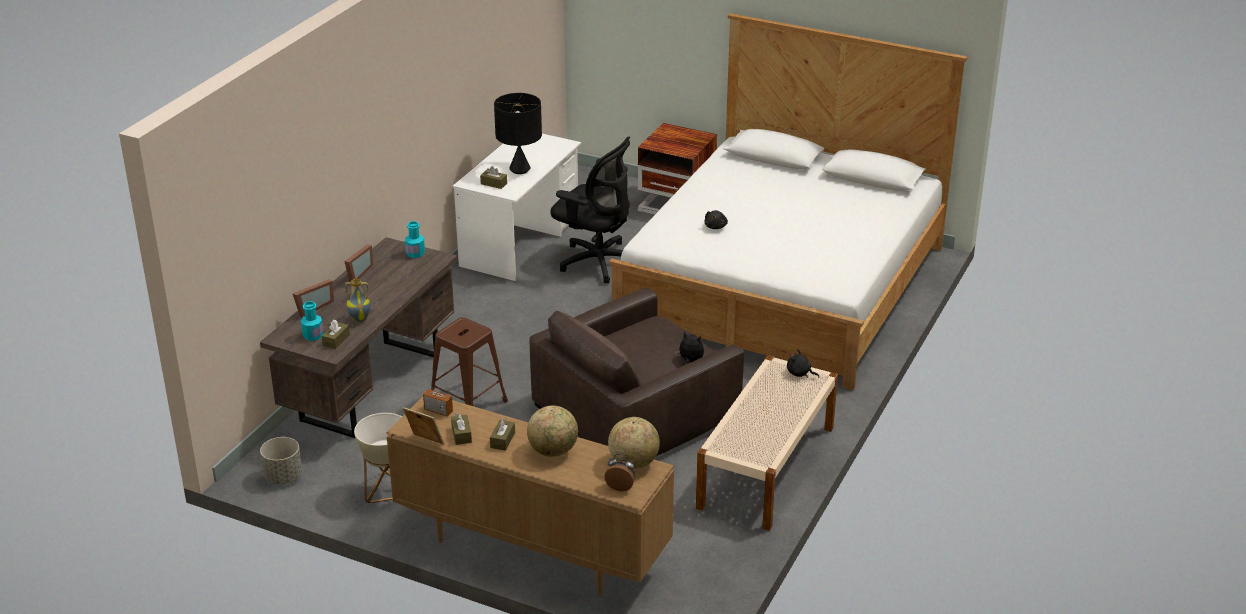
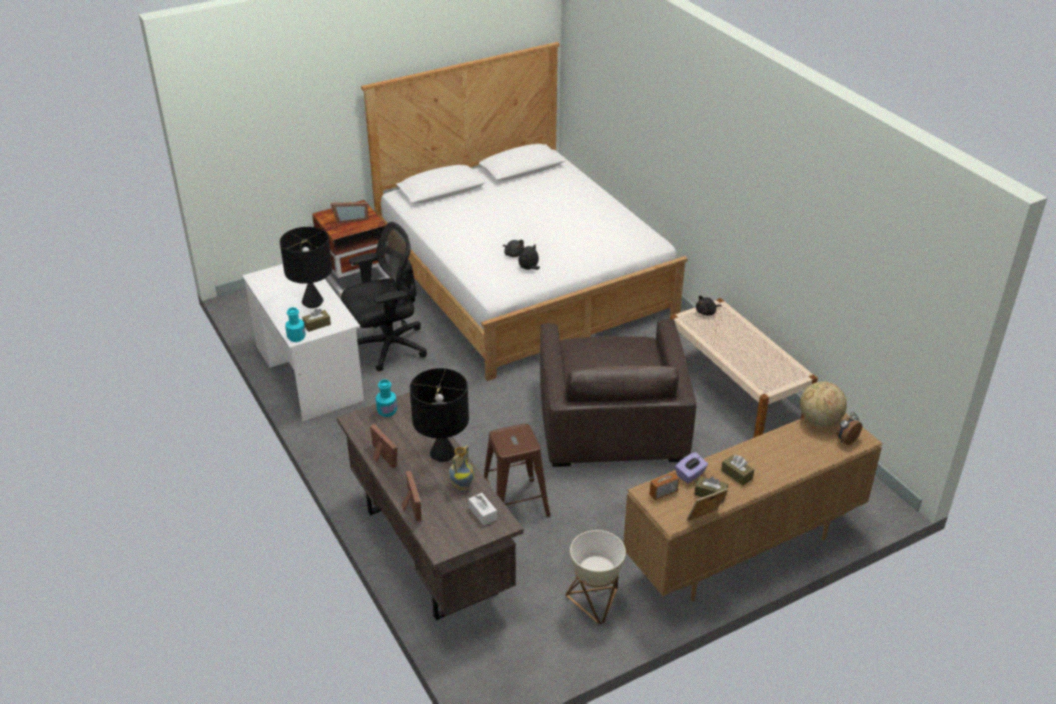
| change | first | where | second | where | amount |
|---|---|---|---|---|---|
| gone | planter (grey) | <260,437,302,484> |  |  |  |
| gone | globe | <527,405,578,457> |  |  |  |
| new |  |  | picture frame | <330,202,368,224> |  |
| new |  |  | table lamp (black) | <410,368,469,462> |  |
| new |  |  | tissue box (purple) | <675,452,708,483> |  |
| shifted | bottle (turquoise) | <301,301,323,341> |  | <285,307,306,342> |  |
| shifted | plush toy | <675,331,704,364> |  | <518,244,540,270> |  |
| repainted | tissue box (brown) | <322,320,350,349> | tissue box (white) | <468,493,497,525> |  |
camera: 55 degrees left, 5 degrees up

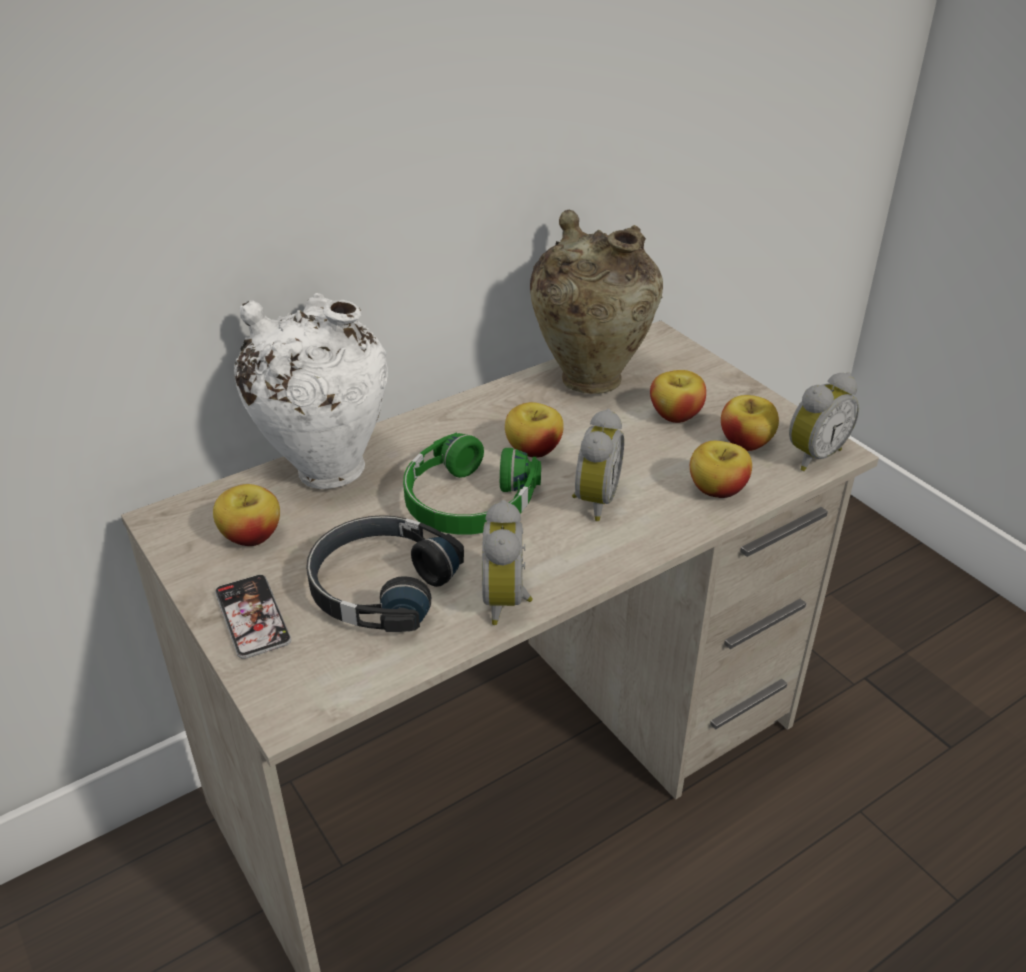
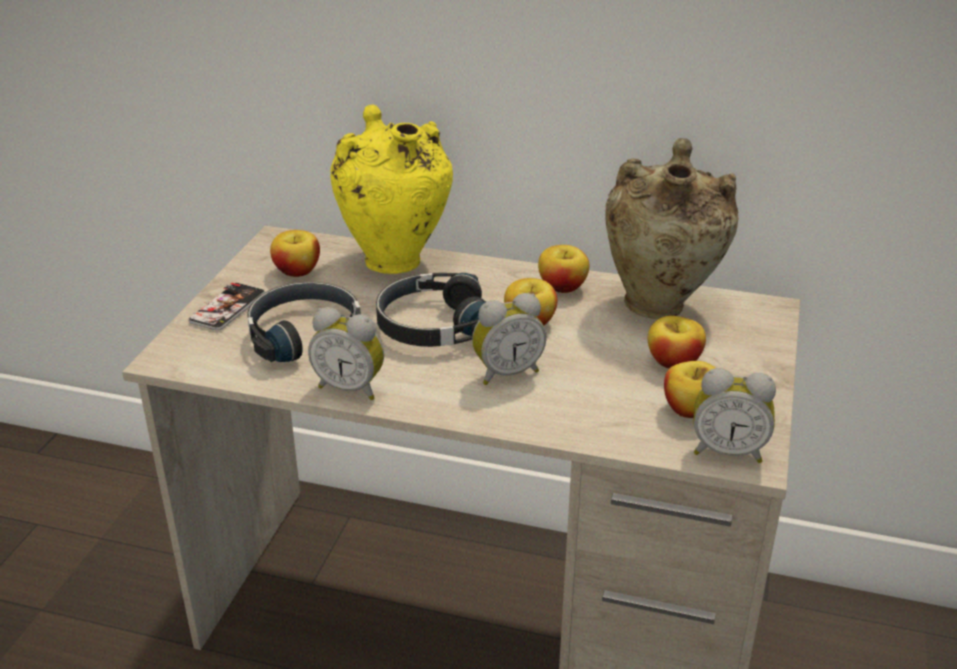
| change | first | where | second | where | amount |
|---|---|---|---|---|---|
| shifted | apple | <690,441,752,498> |  | <538,245,589,293> |  |
| repainted | vase (white) | <234,293,388,489> | vase (yellow) | <330,104,453,274> |  |
| repainted | headphones (green) | <403,433,541,535> | headphones (black) | <376,273,486,347> |  |
| rotated | alarm clock | <482,500,533,625> |  | <308,307,384,400> | 120 degrees counterclockwise |
camera: 50 degrees right, 5 degrees down

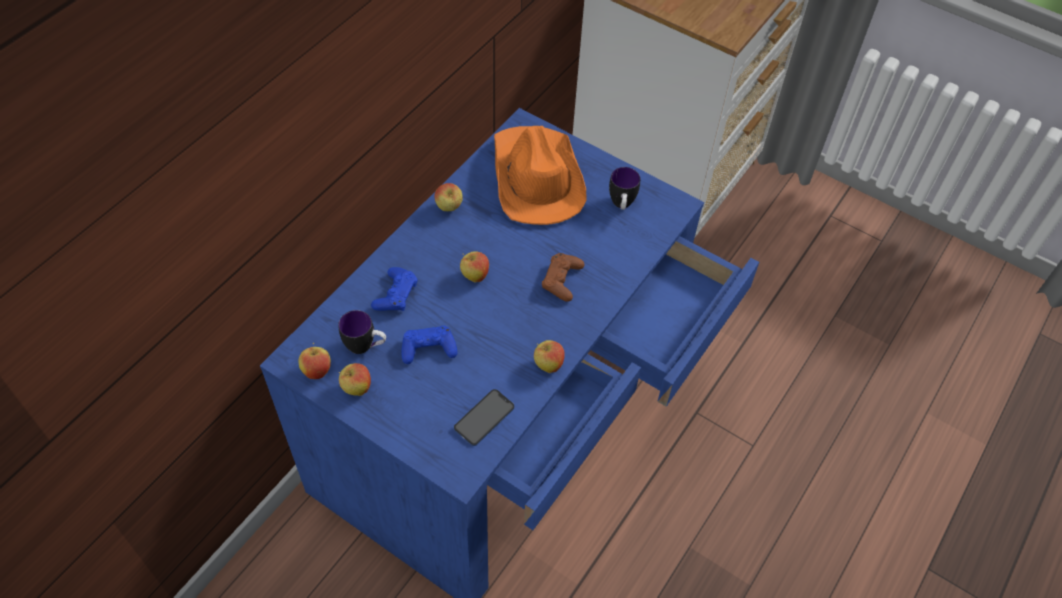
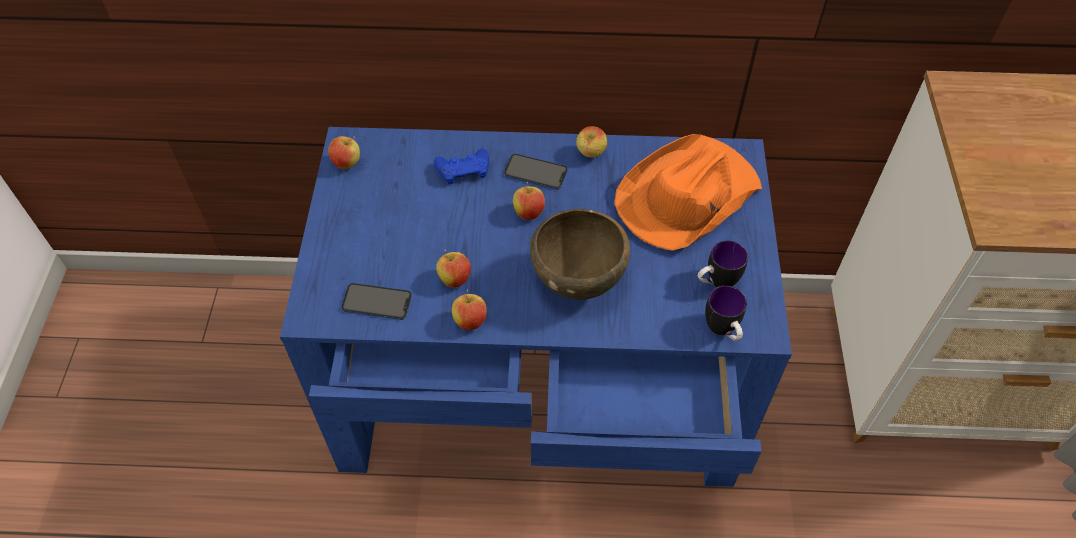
| change | first | where | second | where | amount |
|---|---|---|---|---|---|
| gone | game controller (blue) | <402,326,458,364> |  |  |  |
| new |  |  | phone | <504,154,568,190> |  |
| shifted | mug | <338,310,386,354> |  | <705,286,747,341> |  |
| shifted | apple | <339,363,371,396> |  | <436,250,471,288> |  |
| swapped | game controller (brown) | <542,253,585,302> | bowl (brown) | <530,209,630,300> |  |
camera: 60 degrees right, 0 degrees up

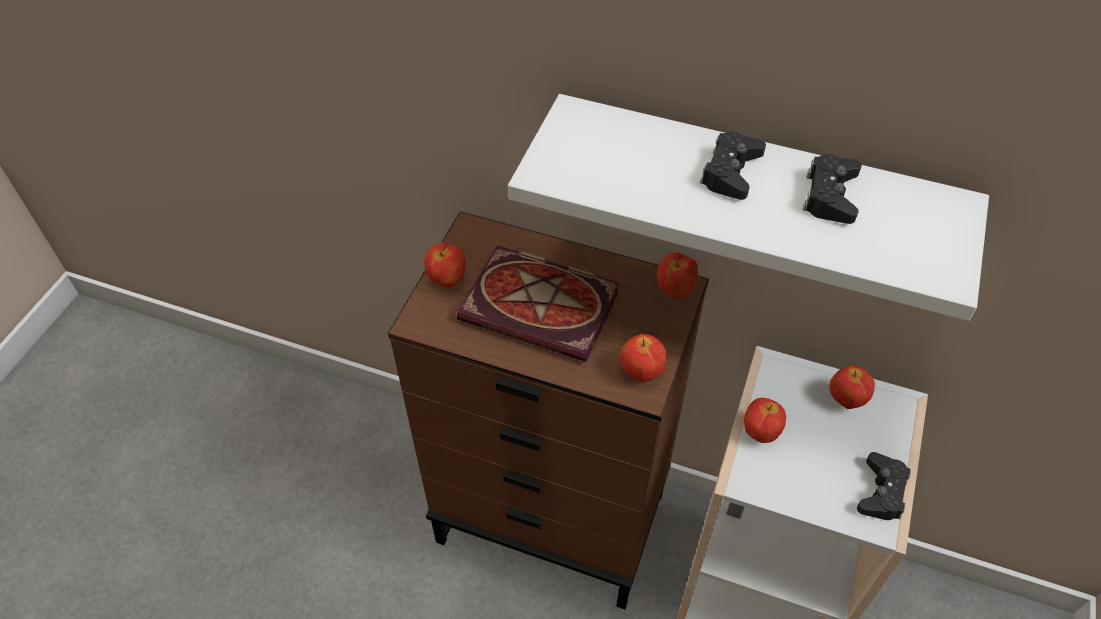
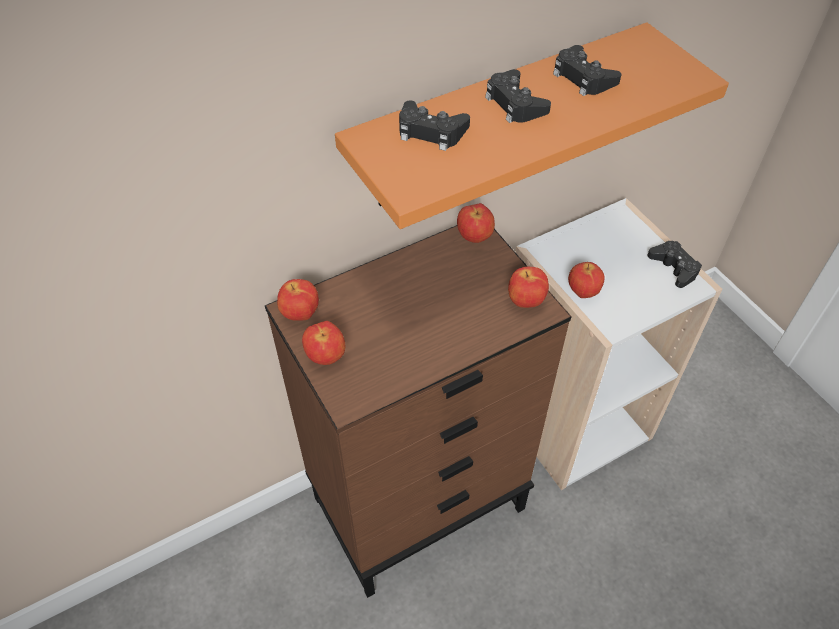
| change | first | where | second | where | amount |
|---|---|---|---|---|---|
| gone | book | <457,245,620,362> |  |  |  |
| new |  |  | game controller (black) | <399,100,470,151> |  |
| shifted | apple | <830,366,875,409> |  | <277,279,319,321> |  |
| repainted | shelf (white) | <508,94,989,321> | shelf (orange) | <335,22,729,229> |  |
camera: 50 degrees left, 0 degrees up

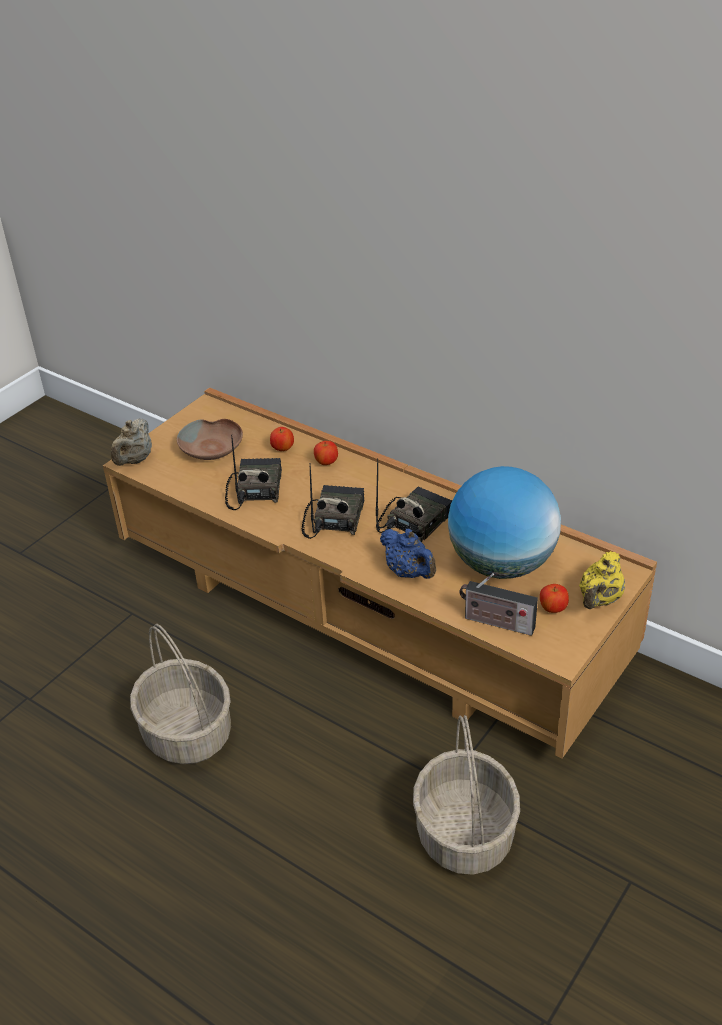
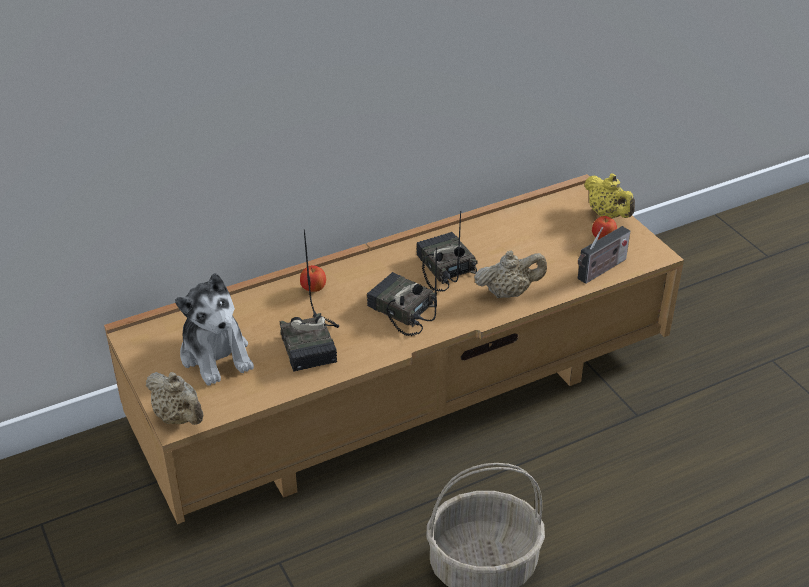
| change | first | where | second | where | amount |
|---|---|---|---|---|---|
| gone | apple | <270,427,294,451> |  |  |  |
| gone | basket | <413,715,520,875> |  |  |  |
| gone | globe | <448,466,561,579> |  |  |  |
| swapped | bowl (brown) | <177,419,243,460> | plush toy | <175,273,254,386> |  |
| repainted | teapot (blue) | <380,529,436,579> | teapot (beige) | <474,250,547,298> |  |
| rotated | radio | <225,435,282,510> |  | <280,229,339,371> | 135 degrees counterclockwise |
camera: 65 degrees left, 0 degrees up

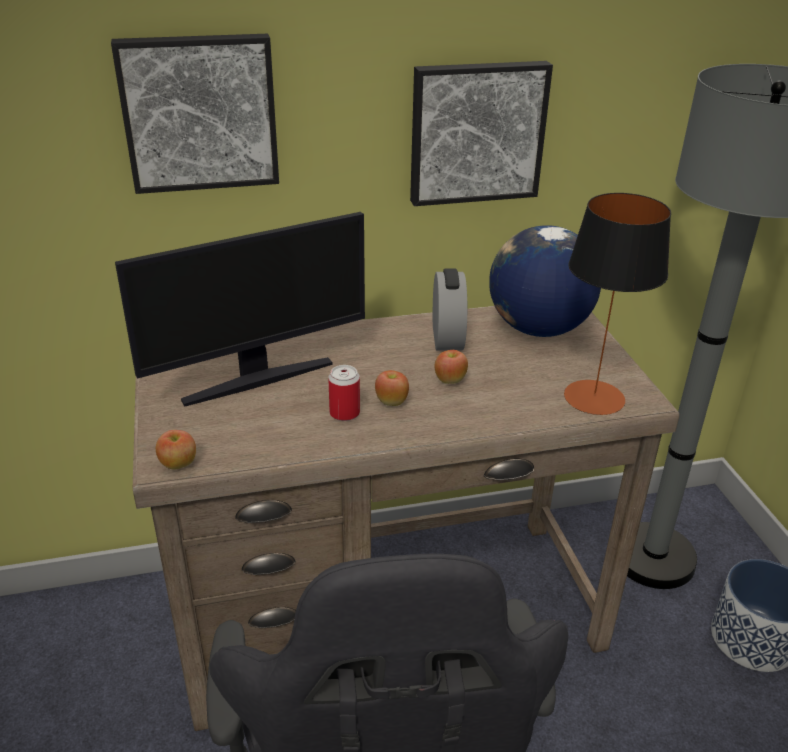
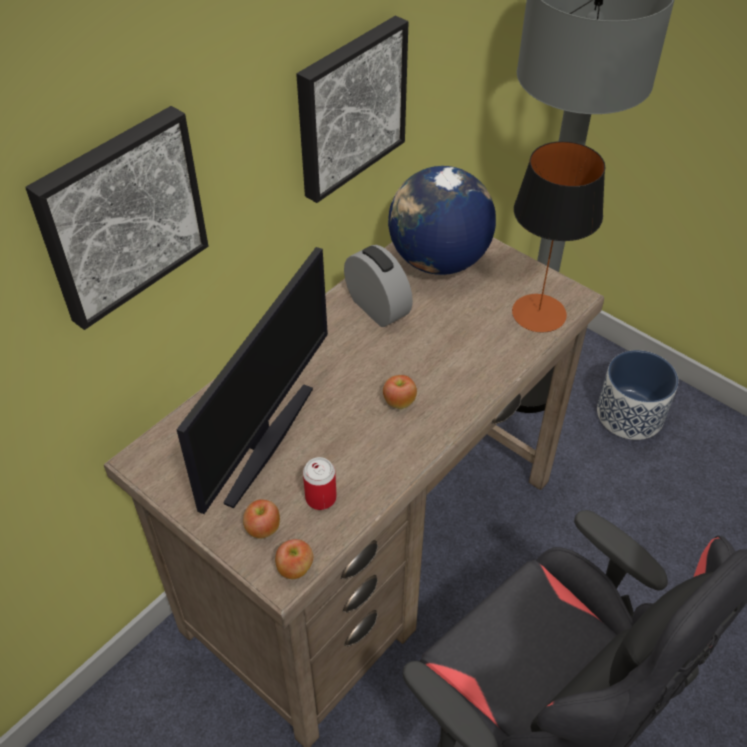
| change | first | where | second | where | amount |
|---|---|---|---|---|---|
| shifted | can | <328,365,360,421> |  | <303,457,337,510> |  |
| shifted | apple | <435,350,468,384> |  | <243,499,280,539> |  |
camera: 35 degrees left, 15 degrees up

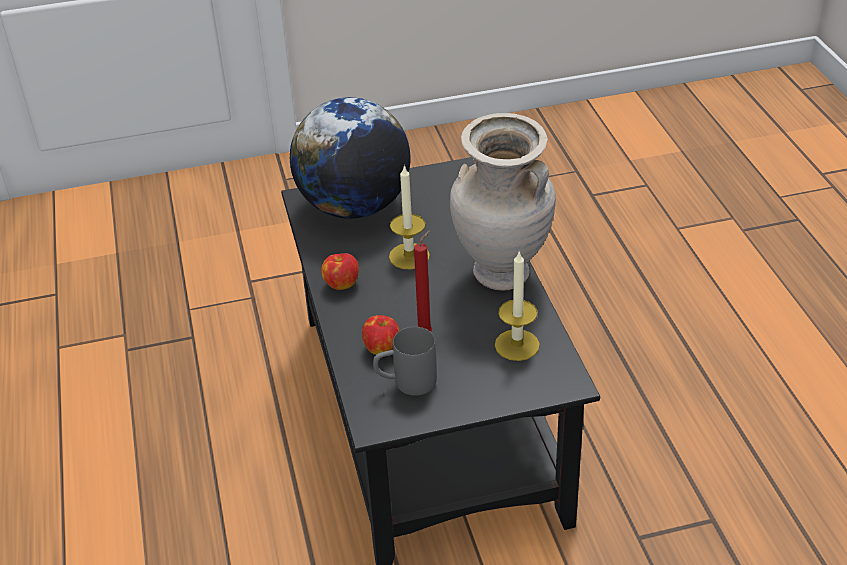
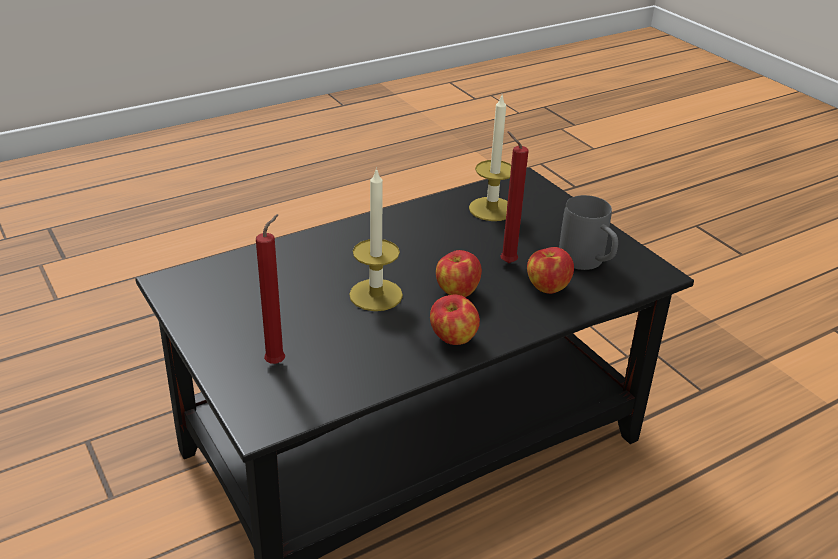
| change | first | where | second | where | amount |
|---|---|---|---|---|---|
| gone | vase (beige) | <450,113,556,290> |  |  |  |
| new |  |  | apple | <436,250,482,297> |  |
| swapped | globe | <290,97,410,219> | candle (red) | <256,214,285,364> |  |
camera: 110 degrees left, 5 degrees down

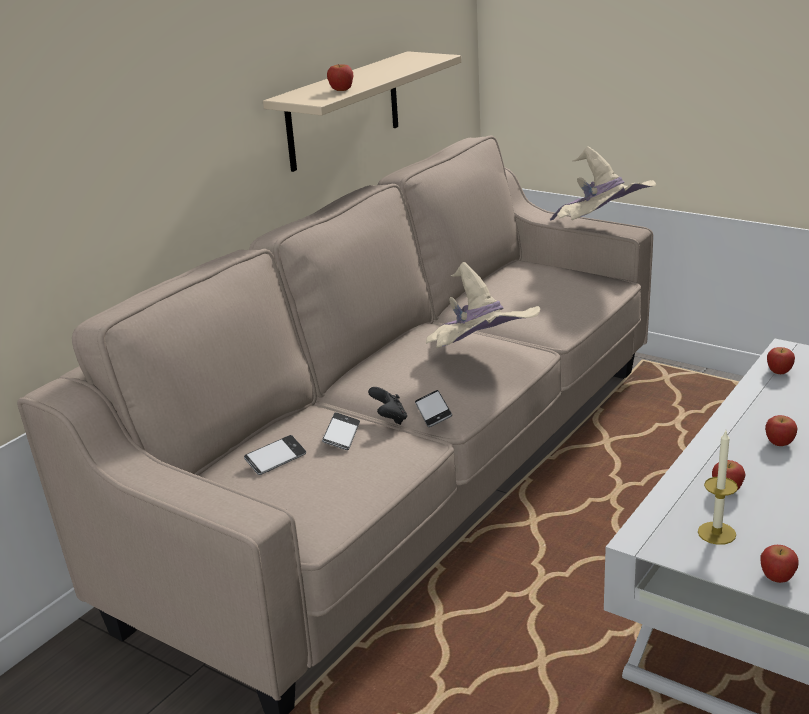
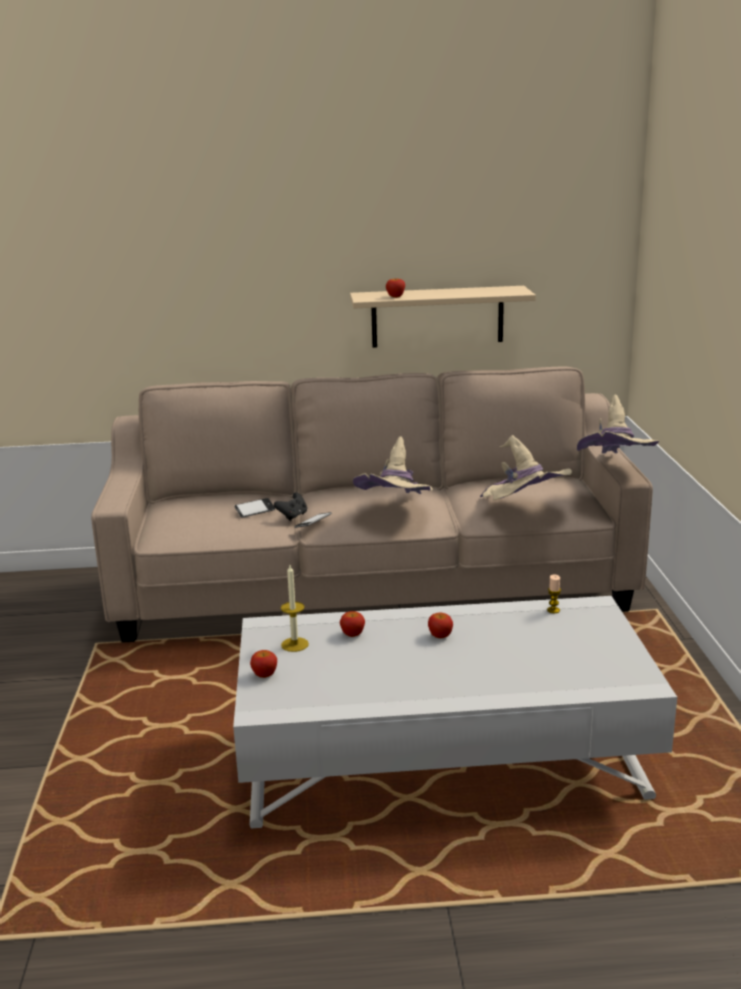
| change | first | where | second | where | amount |
|---|---|---|---|---|---|
| gone | phone | <244,435,306,475> |  |  |  |
| new |  |  | hat (beige) | <480,435,572,500> |  |
| swapped | apple | <767,347,795,374> | candle | <547,575,561,613> |  |
camera: 50 degrees right, 5 degrees down

